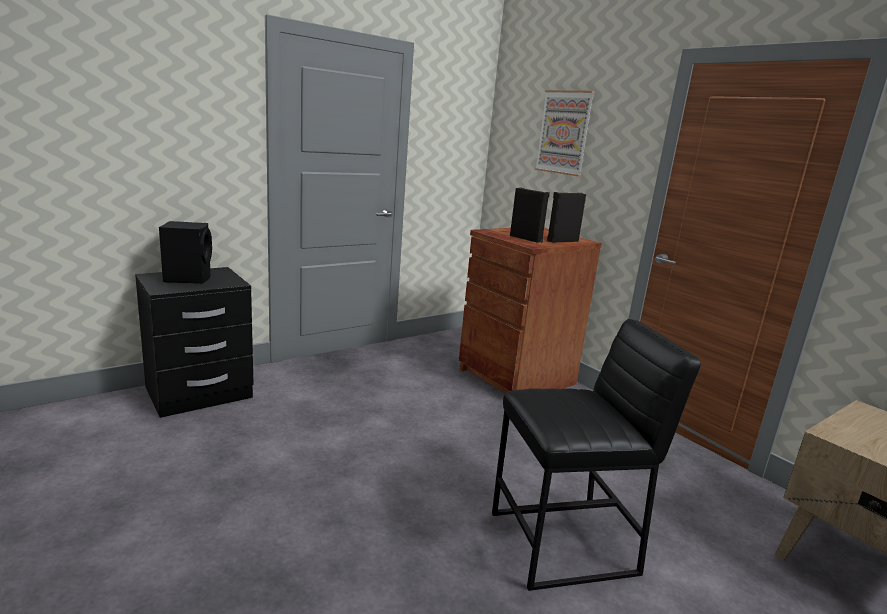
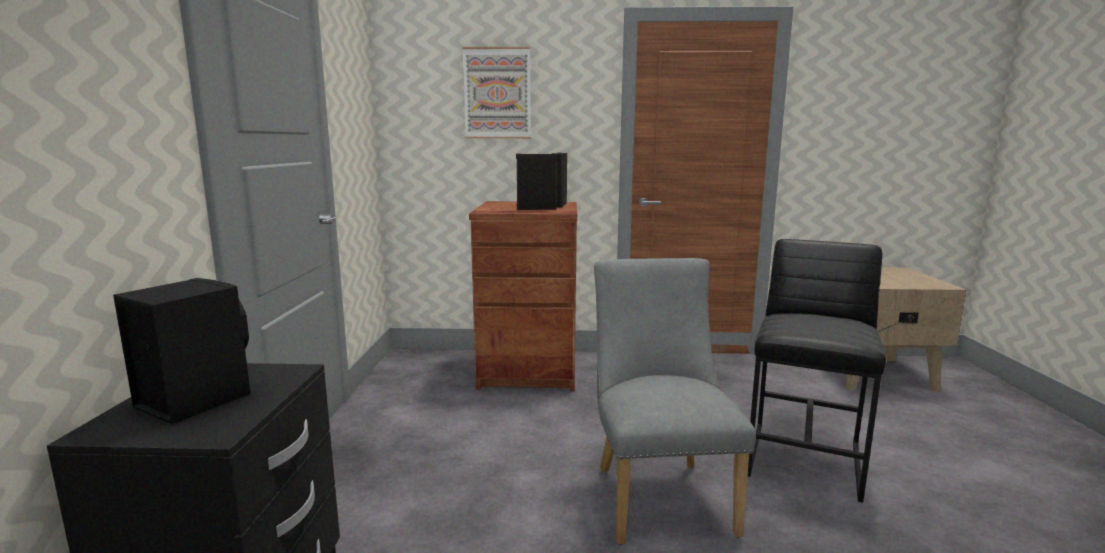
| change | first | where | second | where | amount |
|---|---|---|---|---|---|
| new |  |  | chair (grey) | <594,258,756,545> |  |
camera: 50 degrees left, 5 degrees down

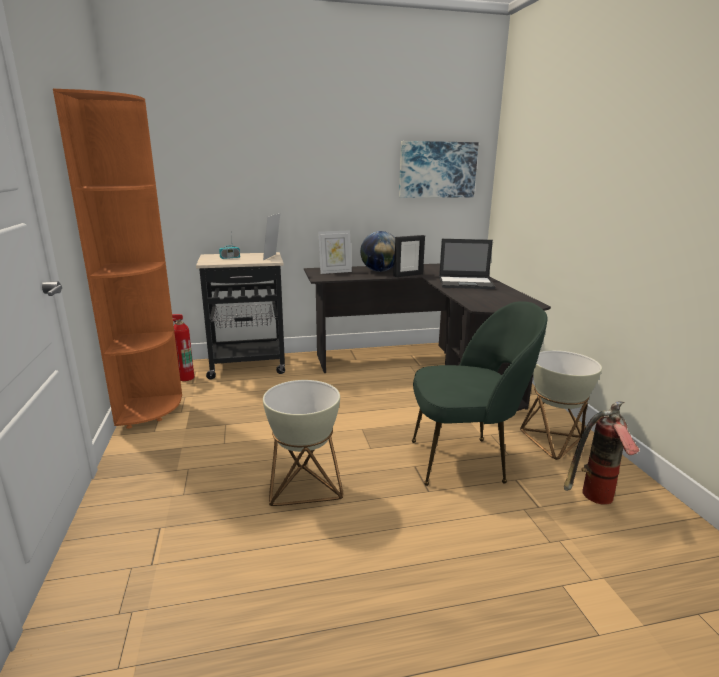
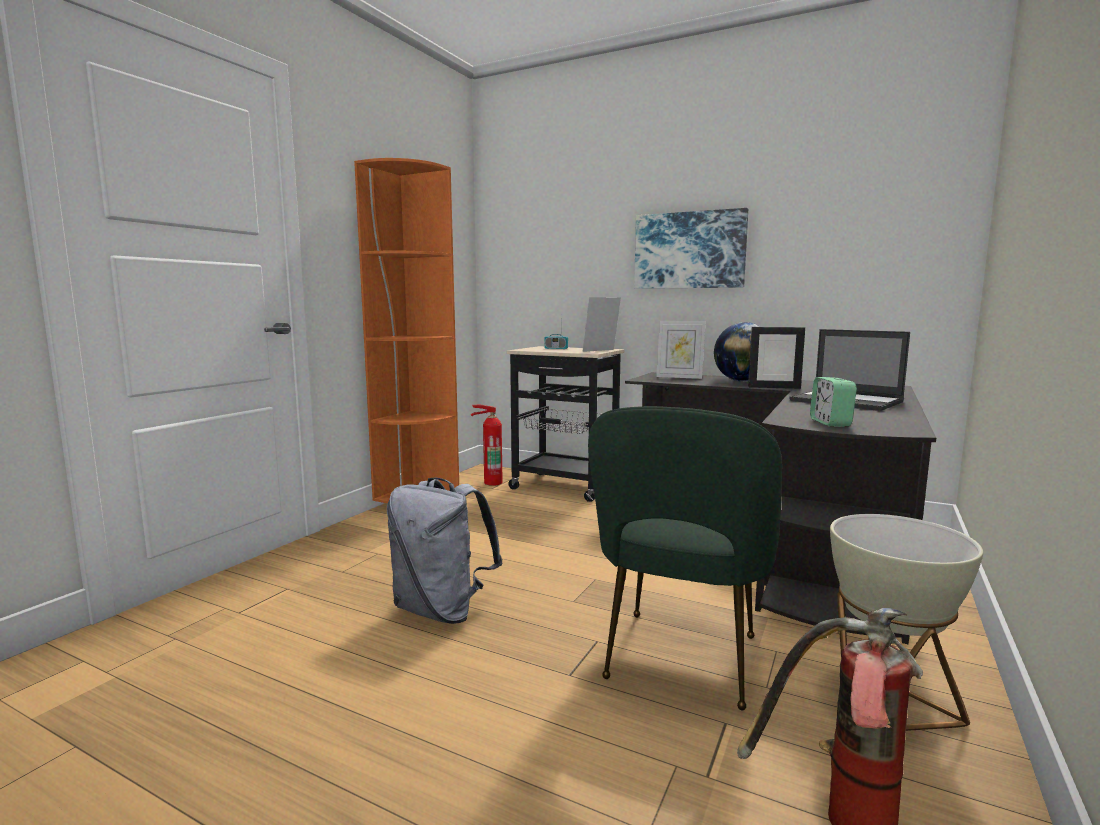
| change | first | where | second | where | amount |
|---|---|---|---|---|---|
| new |  |  | alarm clock | <810,377,857,426> |  |
| shifted | picture | <399,141,479,198> |  | <634,208,748,289> |  |
| swapped | planter | <263,380,343,506> | backpack (grey) | <387,478,502,624> |  |
| rotated | chair (green) | <412,301,548,486> |  | <588,406,782,710> | 75 degrees clockwise |
camera: 40 degrees right, 10 degrees down

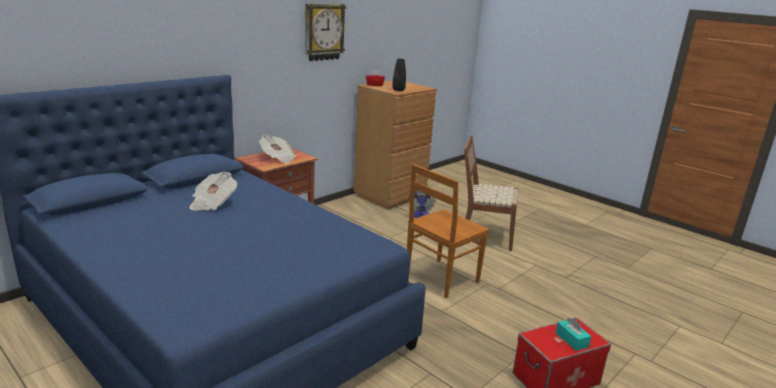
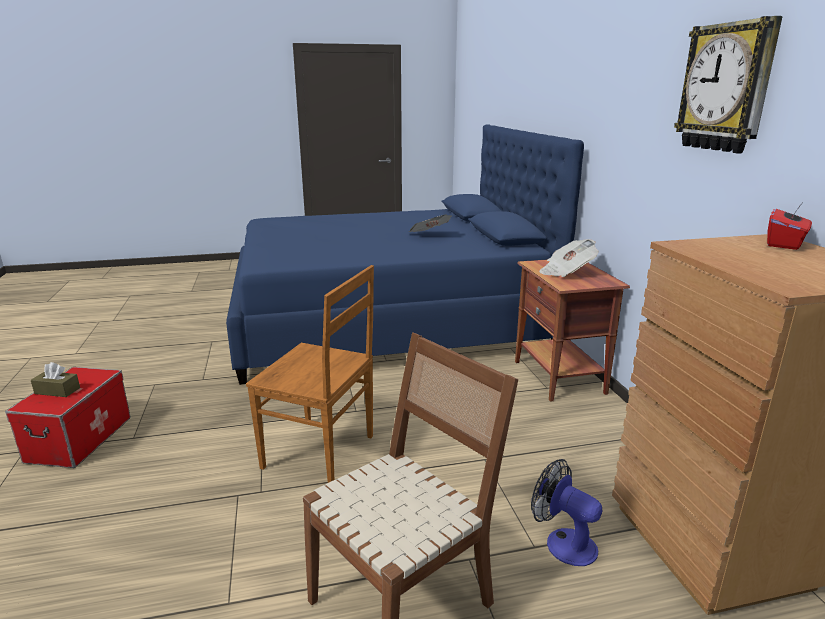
| change | first | where | second | where | amount |
|---|---|---|---|---|---|
| gone | vase (black) | <392,59,406,91> |  |  |  |
| repainted | tissue box (turquoise) | <556,318,591,351> | tissue box (brown) | <31,362,80,397> |  |
| rotated | chair (brown) | <407,164,489,298> |  | <246,265,374,483> | 120 degrees clockwise |
camera: 125 degrees right, 0 degrees up

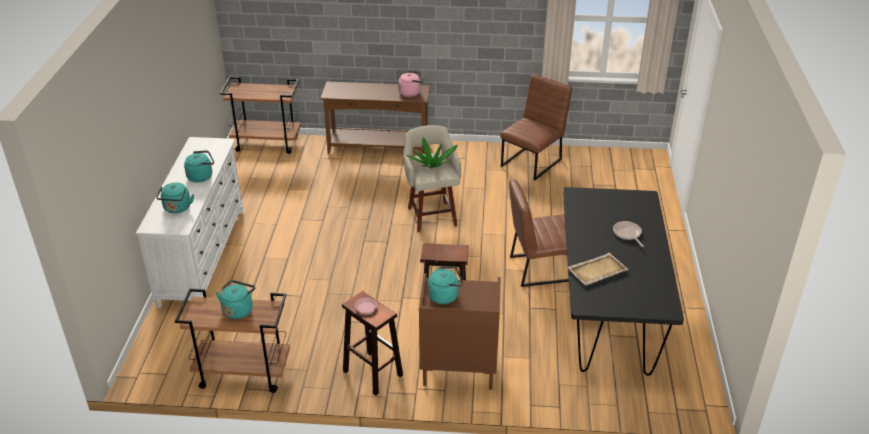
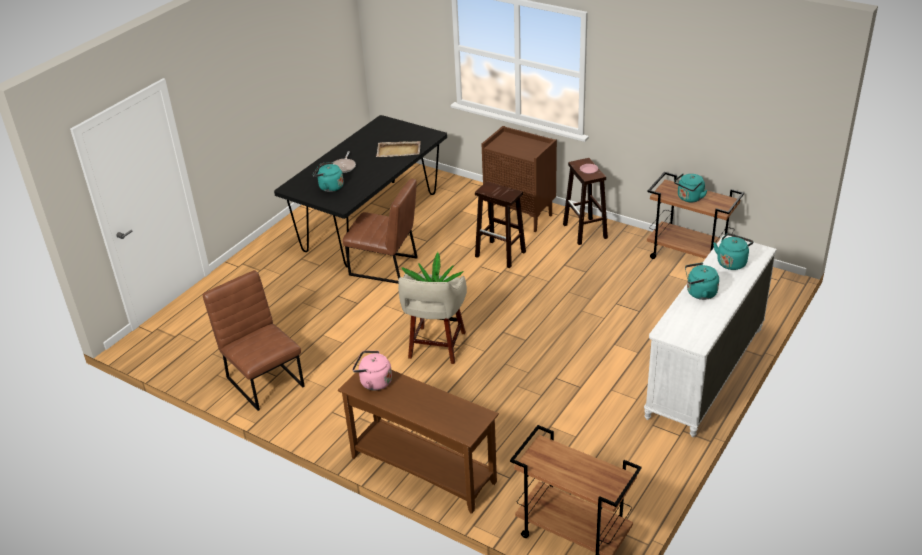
| change | first | where | second | where | amount |
|---|---|---|---|---|---|
| shifted | kettle (turquoise) | <428,266,463,304> |  | <313,162,344,192> |  |
| rotated | chair (brown) | <500,74,572,180> |  | <203,270,305,411> | 75 degrees clockwise |
camera: 150 degrees left, 0 degrees up

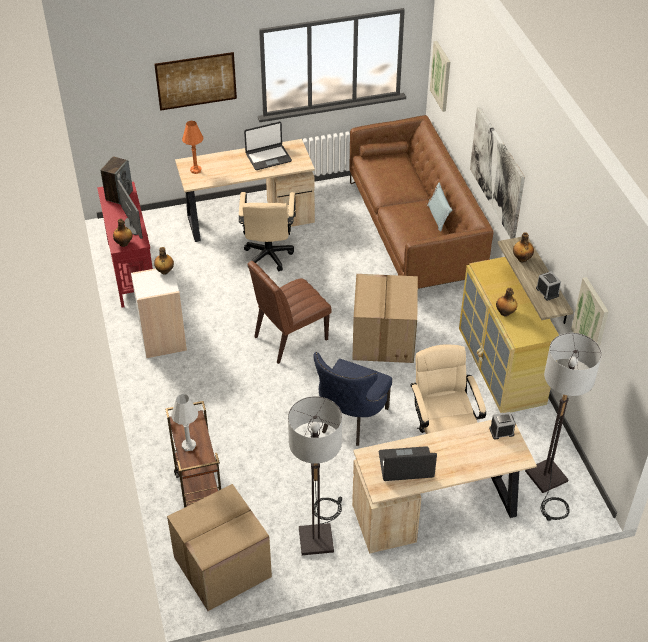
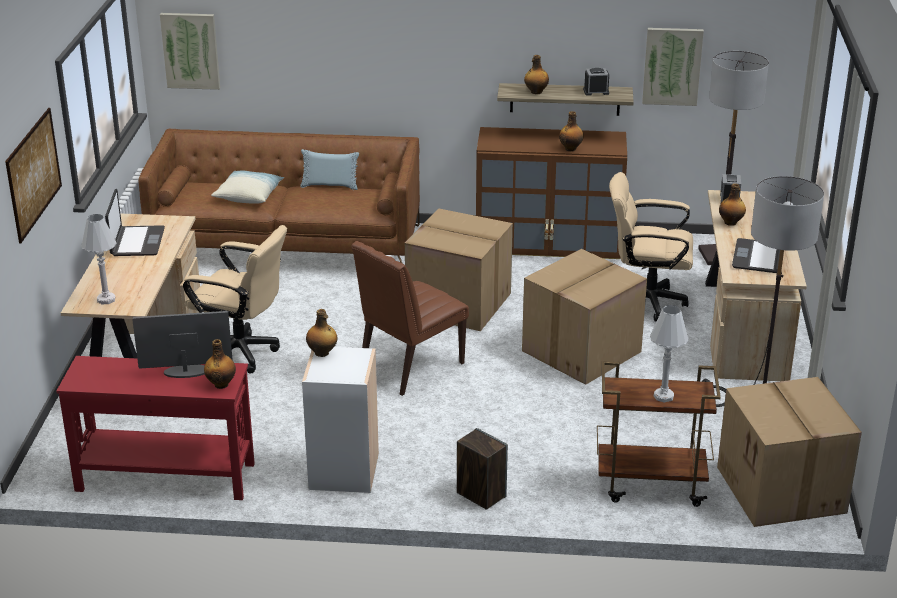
| change | first | where | second | where | amount |
|---|---|---|---|---|---|
| gone | picture | <470,107,525,239> |  |  |  |
| new |  |  | pillow | <211,171,284,204> |  |
| new |  |  | bottle | <719,183,746,226> |  |
| shifted | speaker | <100,156,133,205> |  | <457,428,508,510> |  |
| swapped | chair (blue) | <313,352,392,446> | cardboard box | <522,249,647,385> |  |
| repainted | table lamp (orange) | <182,121,204,174> | table lamp (white) | <81,214,117,304> |  |
| repainted | cabinet (yellow) | <459,257,559,413> | cabinet (brown) | <476,127,627,259> |  |
| rotated | chair (brown) | <248,261,332,364> |  | <351,241,469,396> | 60 degrees clockwise |
camera: 70 degrees left, 15 degrees down

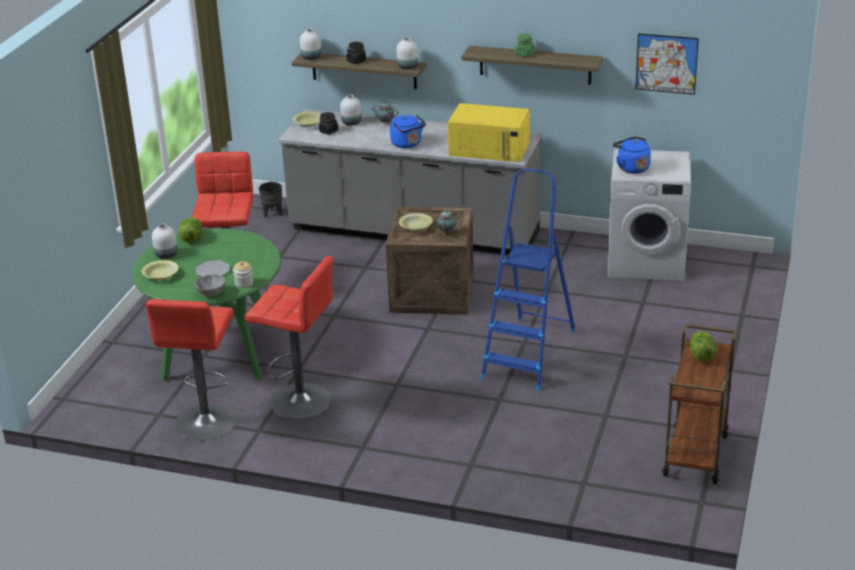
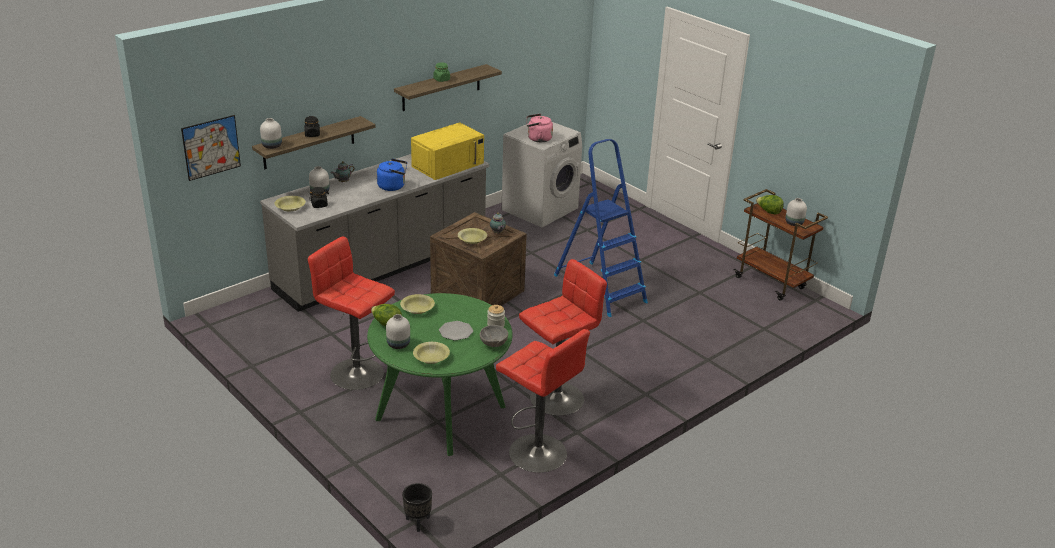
| change | first | where | second | where | amount |
|---|---|---|---|---|---|
| new |  |  | bowl (yellow) | <400,294,435,314> |  |
| shifted | planter (black) | <259,182,282,218> |  | <402,483,432,532> |  |
| shifted | vase (white) | <396,37,418,69> |  | <785,198,807,226> |  |
| shifted | picture | <635,33,699,95> |  | <181,115,241,181> |  |
| repainted | kettle (blue) | <613,136,651,174> | kettle (pink) | <527,114,553,142> |  |
camera: 60 degrees left, 0 degrees up

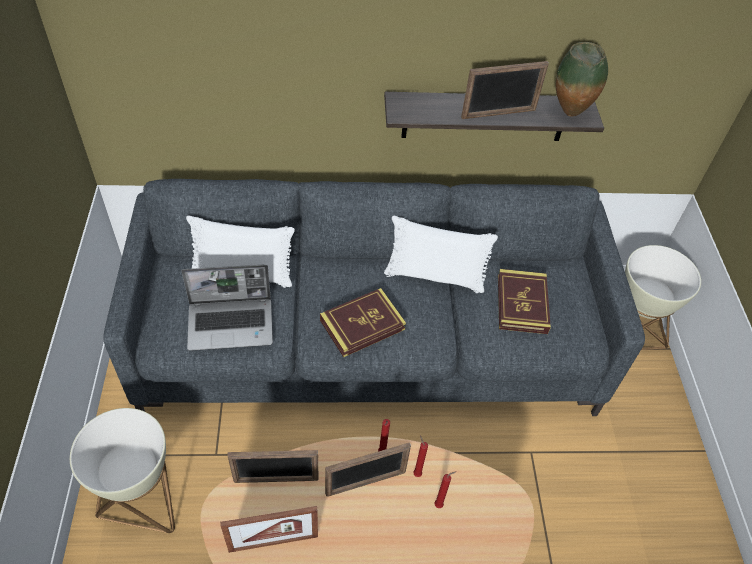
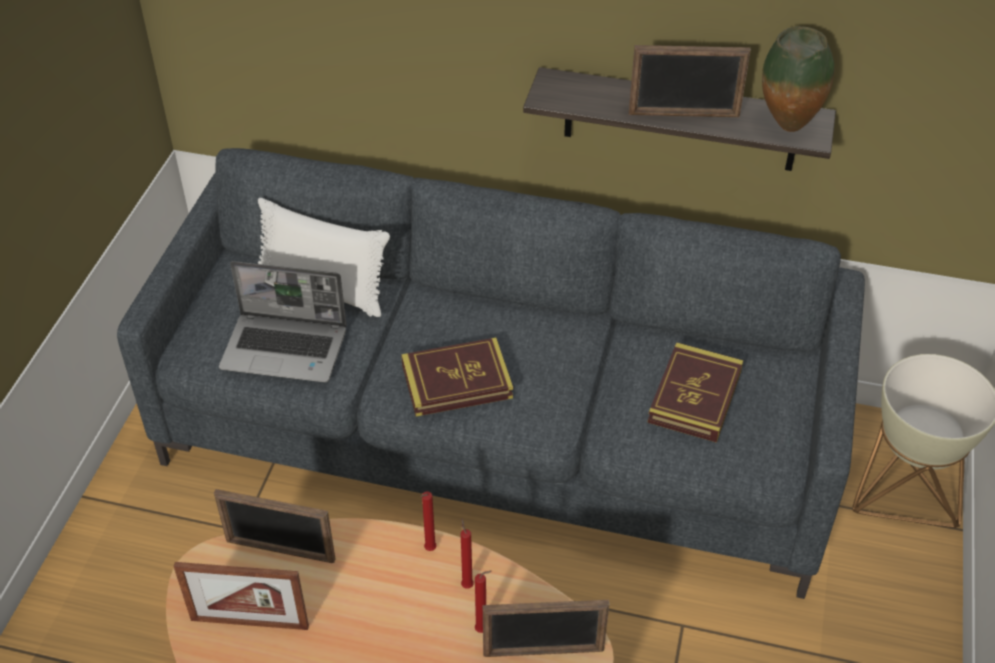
| change | first | where | second | where | amount |
|---|---|---|---|---|---|
| gone | planter | <70,408,175,533> |  |  |  |
| gone | pillow (white) | <384,216,498,293> |  |  |  |
| shifted | picture frame | <325,442,411,497> |  | <483,600,609,657> |  |
camera: 20 degrees right, 5 degrees down

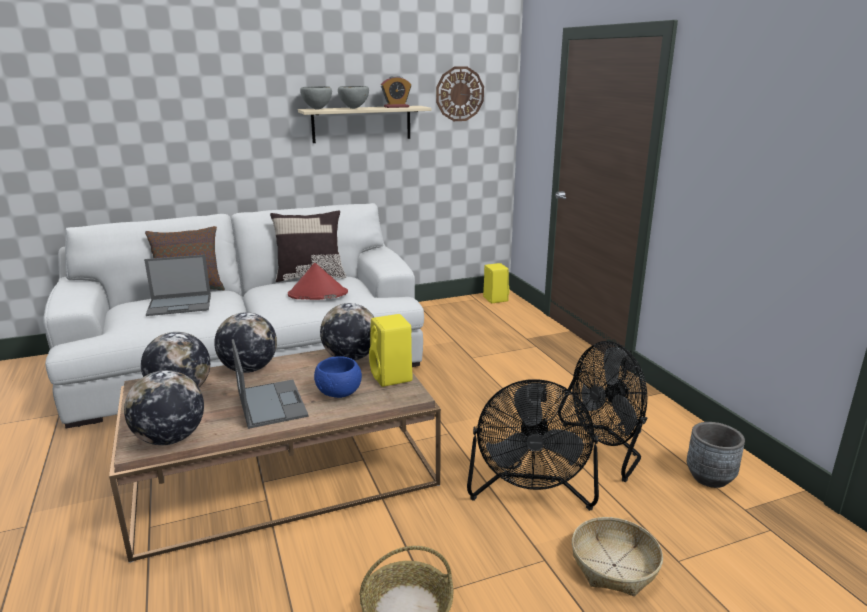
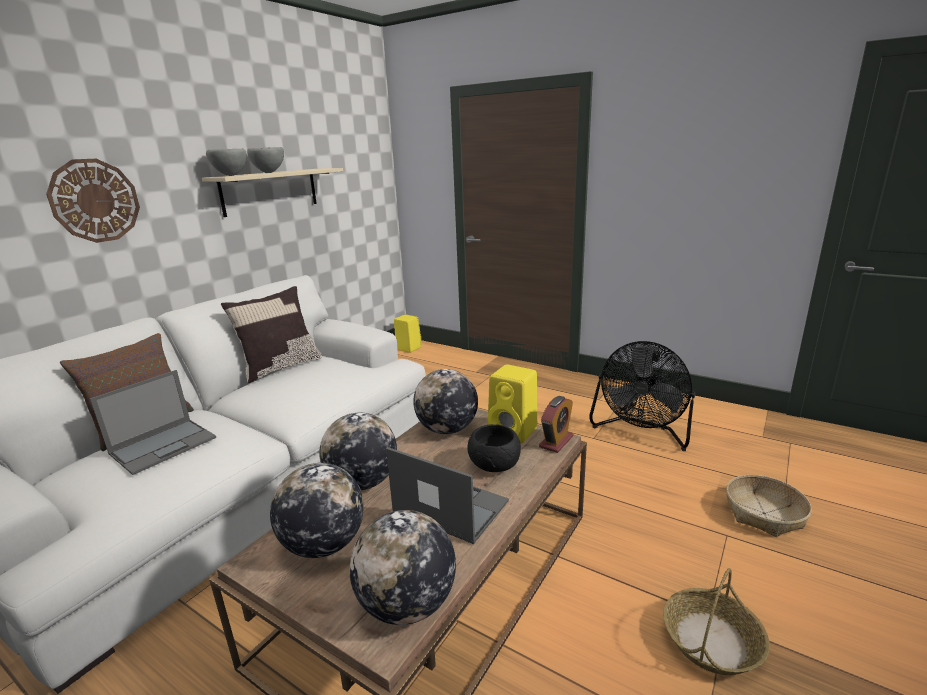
| change | first | where | second | where | amount |
|---|---|---|---|---|---|
| gone | hat (red) | <288,263,348,300> |  |  |  |
| gone | fan (black) | <467,379,599,511> |  |  |  |
| gone | planter (grey) | <687,422,745,488> |  |  |  |
| shifted | alarm clock | <381,76,411,108> |  | <539,396,573,453> |  |
| shifted | wall clock | <436,67,484,121> |  | <46,159,140,243> |  |
| repainted | bowl (blue) | <314,356,362,398> | bowl (black) | <467,424,521,472> |  |
camera: 35 degrees left, 0 degrees up

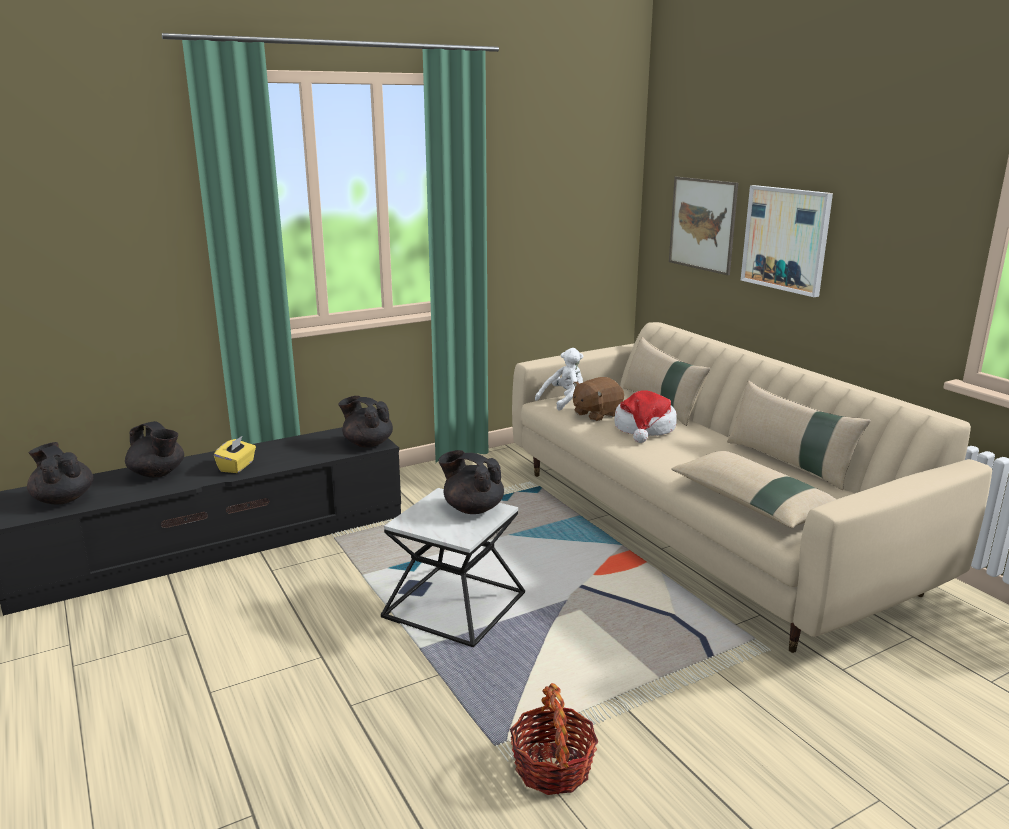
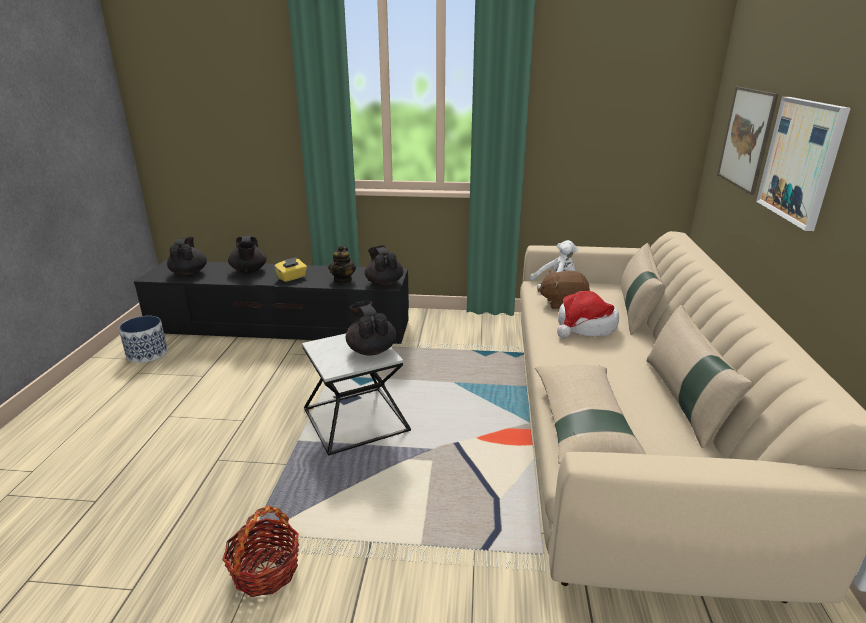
| change | first | where | second | where | amount |
|---|---|---|---|---|---|
| new |  |  | planter | <119,316,168,363> |  |
| new |  |  | teapot | <329,245,356,283> |  |
camera: 35 degrees right, 5 degrees up

